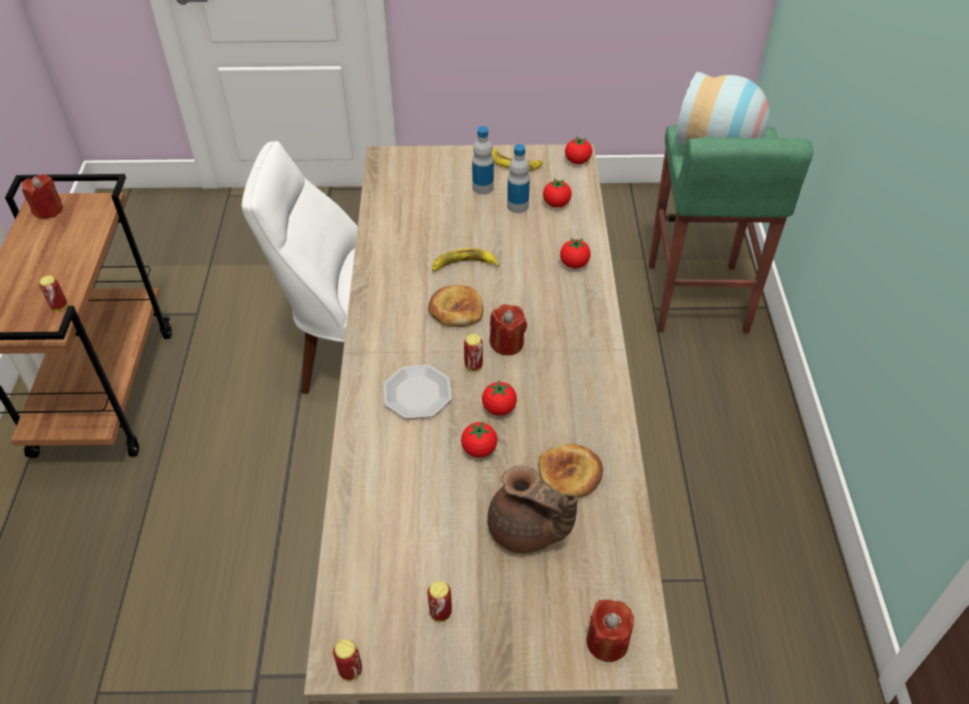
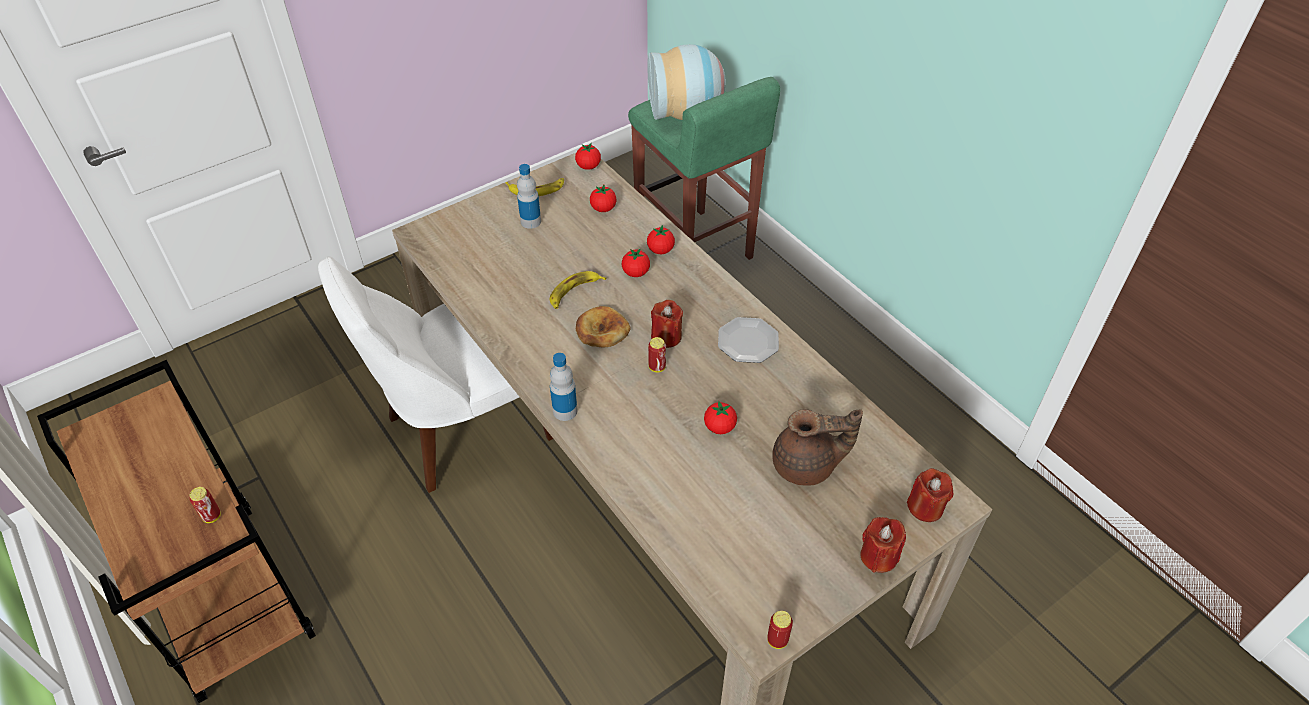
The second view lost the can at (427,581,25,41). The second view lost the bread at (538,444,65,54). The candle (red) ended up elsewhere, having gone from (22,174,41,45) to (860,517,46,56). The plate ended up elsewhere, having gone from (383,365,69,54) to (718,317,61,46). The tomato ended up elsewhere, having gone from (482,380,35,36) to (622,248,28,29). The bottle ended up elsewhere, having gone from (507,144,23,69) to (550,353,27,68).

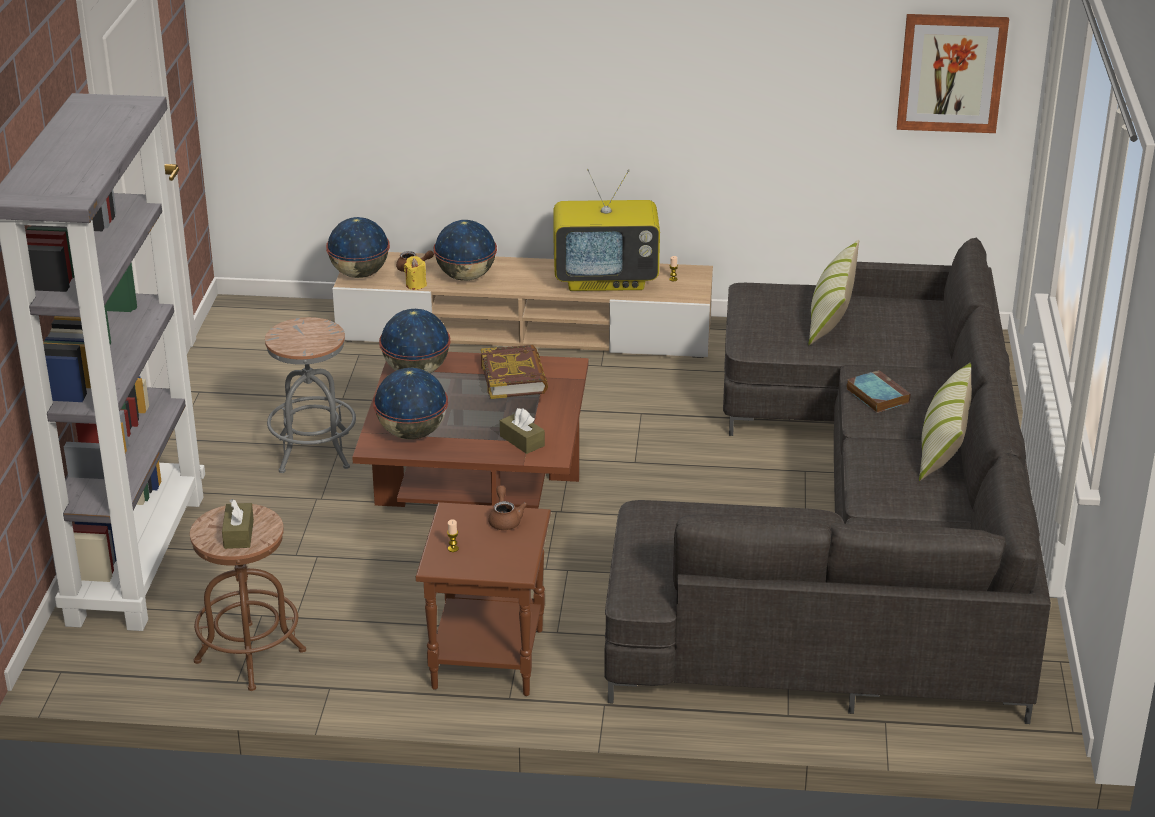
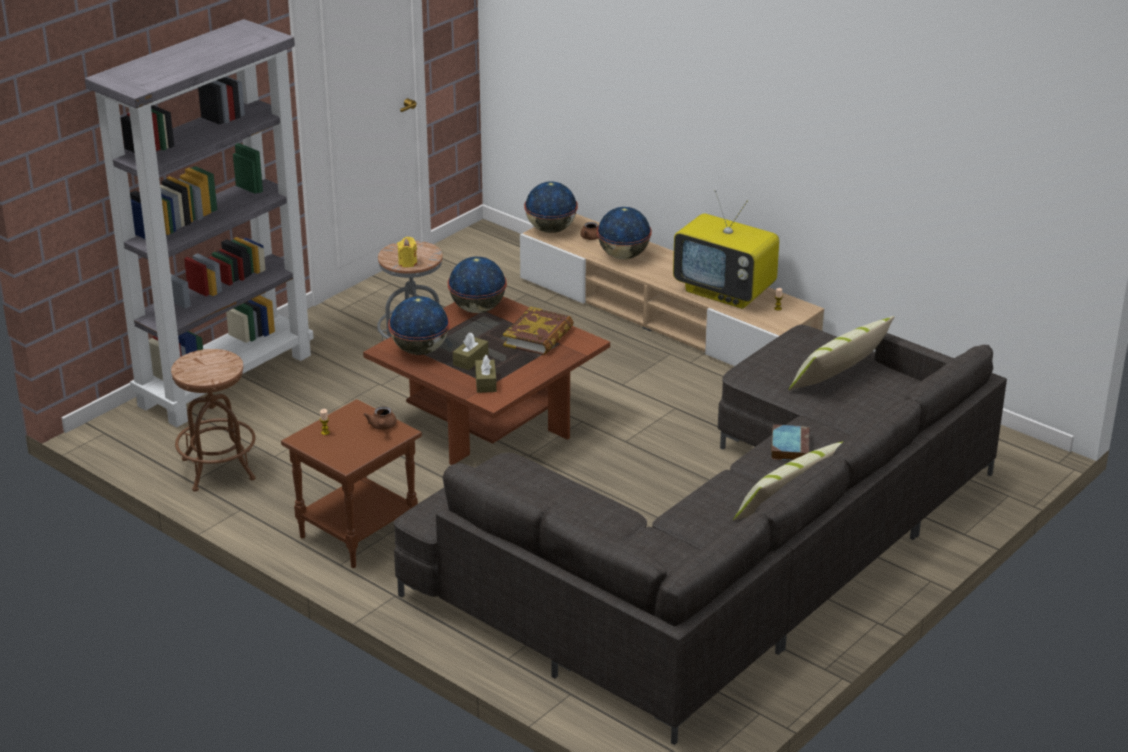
The second view lost the picture at (897,14,112,119). The tissue box (brown) ended up elsewhere, having gone from (222,499,32,50) to (453,333,36,37). The candle (yellow) ended up elsewhere, having gone from (404,256,23,34) to (397,237,20,31). The teapot (brown) at (488,485,39,45) ended up facing another way, 150 degrees clockwise from before.

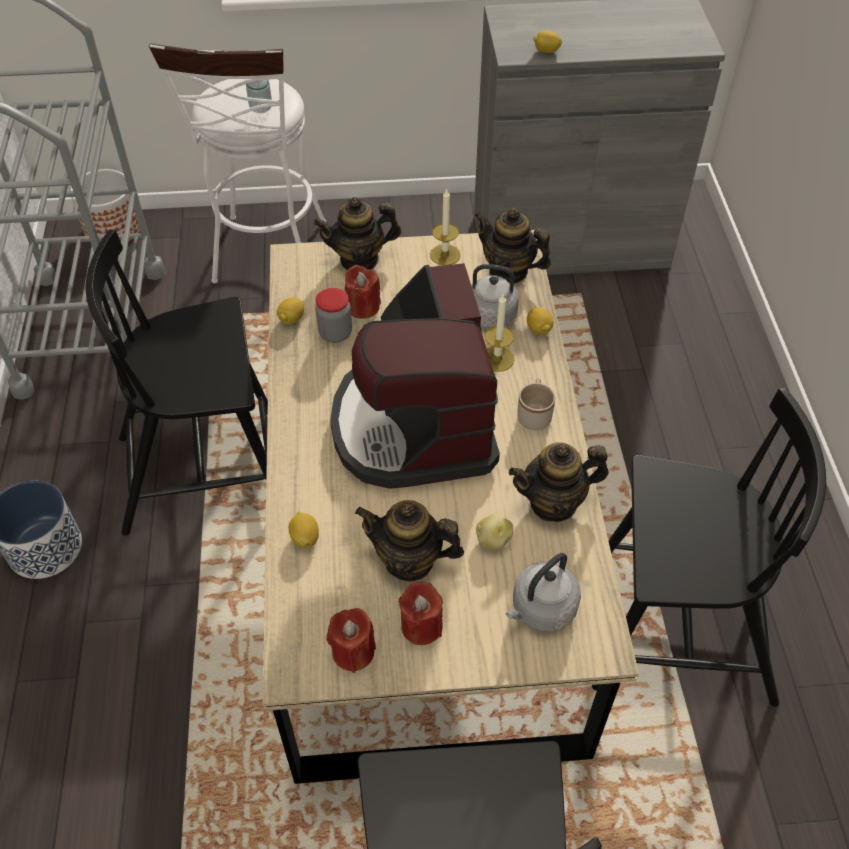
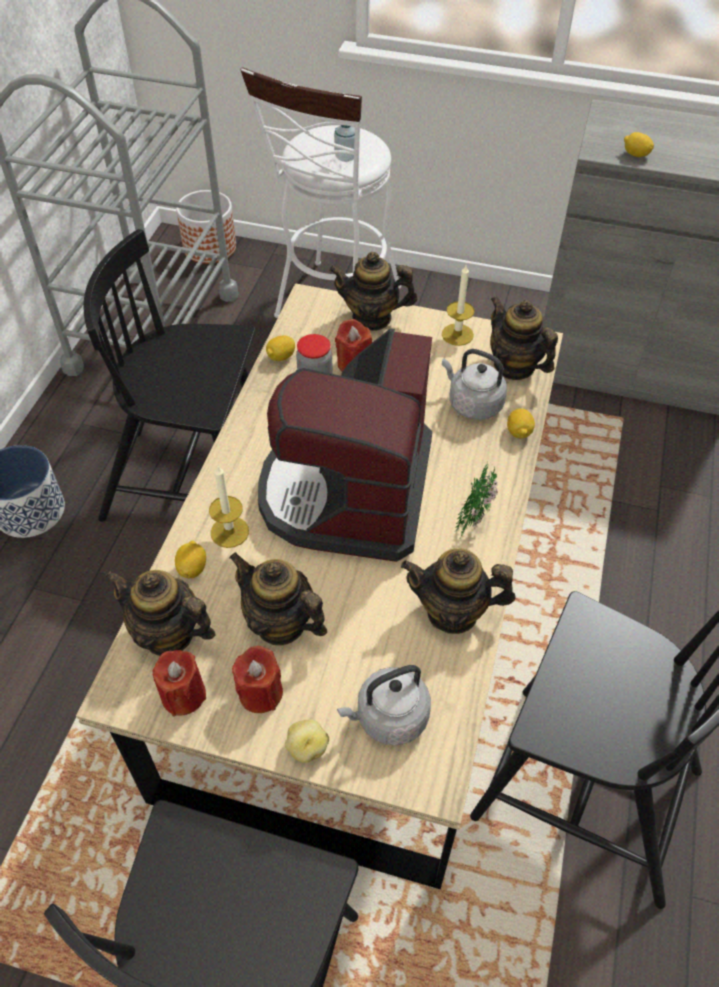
The second view gained the teapot at (105,570,111,86). The potato ended up elsewhere, having gone from (476,514,37,35) to (285,719,44,44). The candle ended up elsewhere, having gone from (485,295,29,77) to (209,466,40,82). Where the mug (beige) stood at (517,378,38,52), the potted plant came to stand at (455,462,43,75).

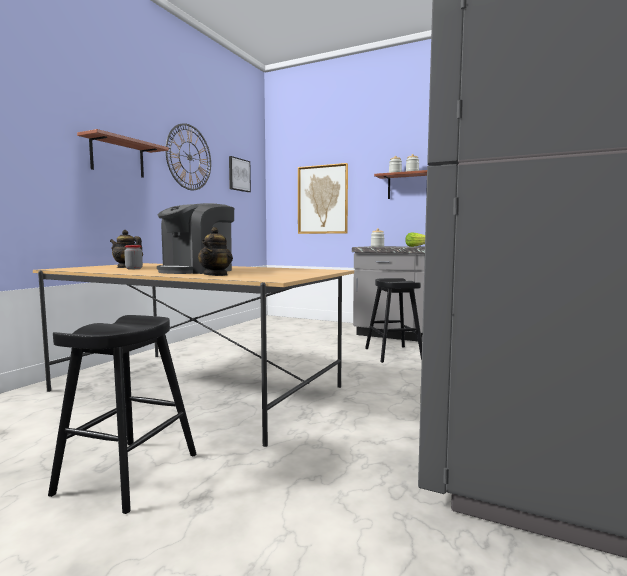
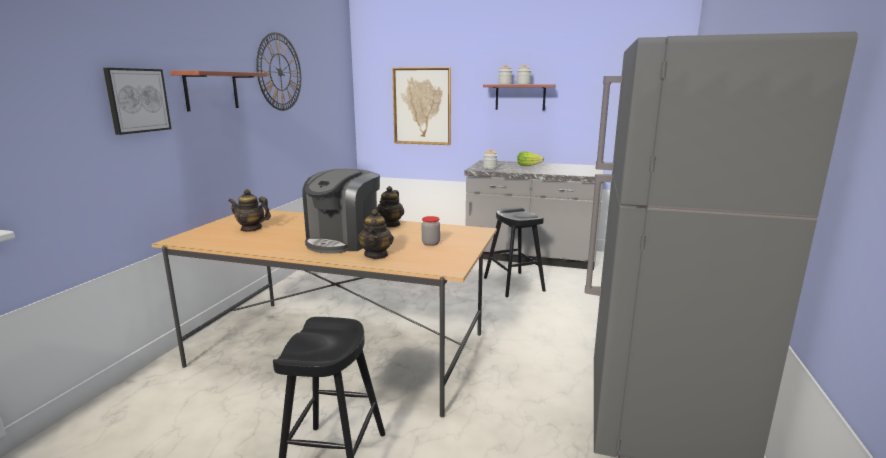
The second view gained the teapot at (377,186,27,41). The jar ended up elsewhere, having gone from (124,245,19,24) to (422,216,18,30). The picture ended up elsewhere, having gone from (229,156,22,36) to (103,68,69,67).

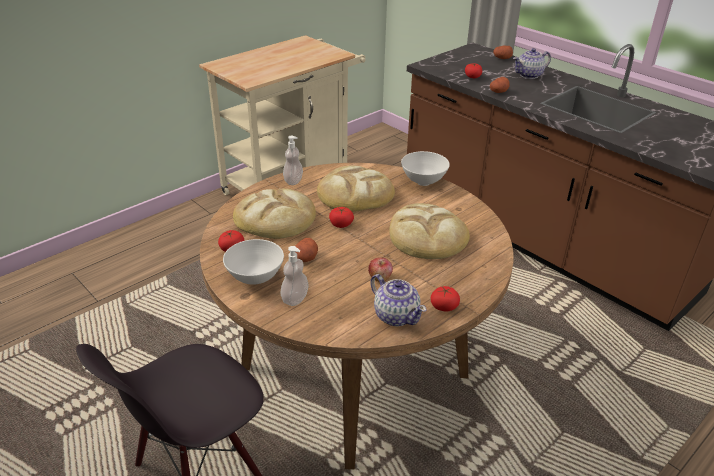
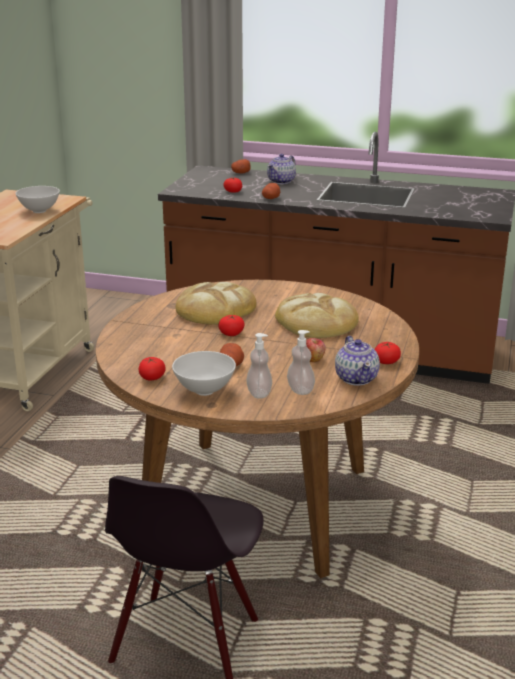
The second view lost the bread at (233,188,83,51). The soap dispenser ended up elsewhere, having gone from (283,135,20,50) to (287,330,28,65). The bowl (white) ended up elsewhere, having gone from (401,151,49,35) to (15,186,45,27). The teapot at (370,274,57,52) ended up facing another way, 60 degrees clockwise from before.

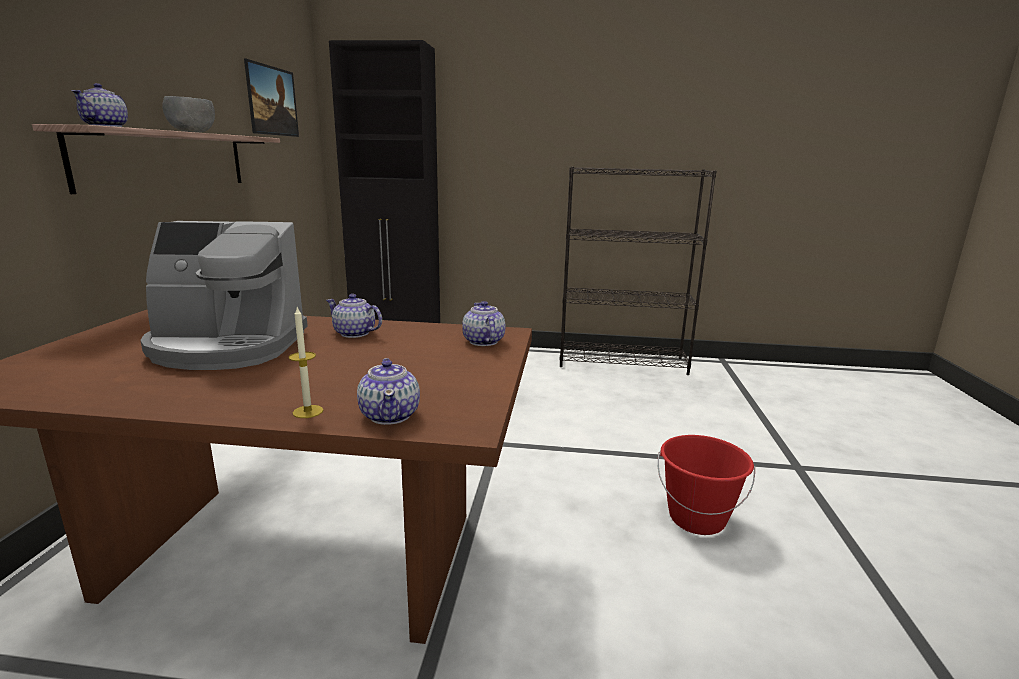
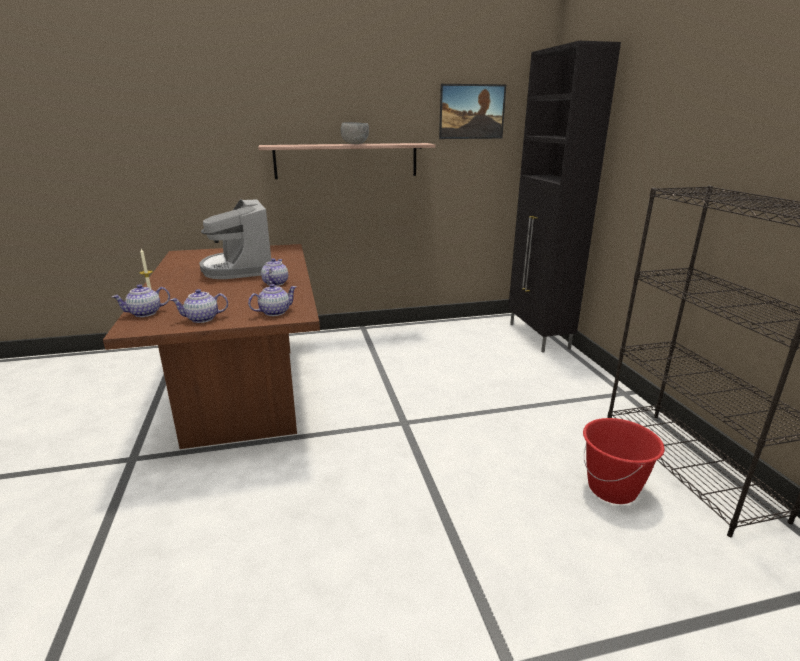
The teapot ended up elsewhere, having gone from (71,83,57,44) to (171,289,57,34). The bucket (red) ended up elsewhere, having gone from (658,435,97,100) to (583,418,81,86).

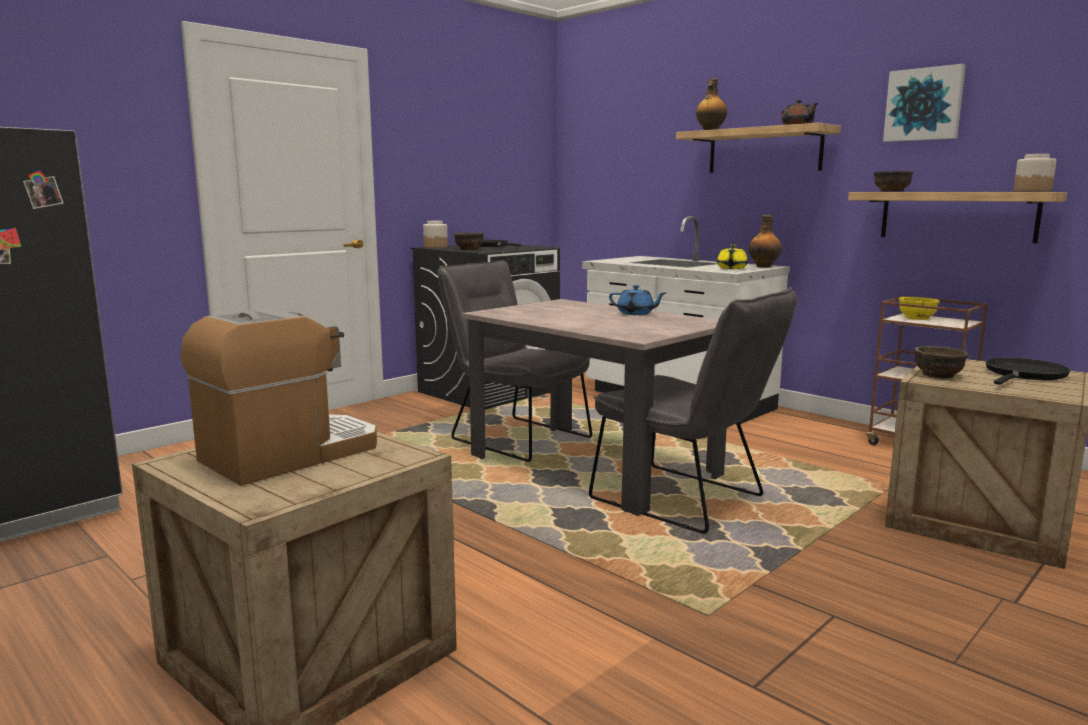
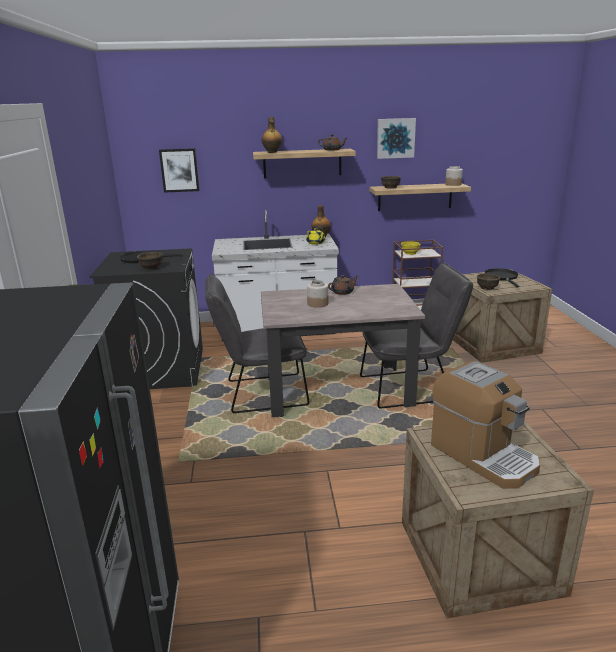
The second view gained the picture at (159,148,41,45). The jar ended up elsewhere, having gone from (423,221,25,27) to (307,280,21,28). What was the teapot (blue) at (609,285,57,30) turned into the teapot (brown) at (328,275,30,20). The coffee machine at (181,309,196,177) ended up facing another way, 150 degrees clockwise from before.

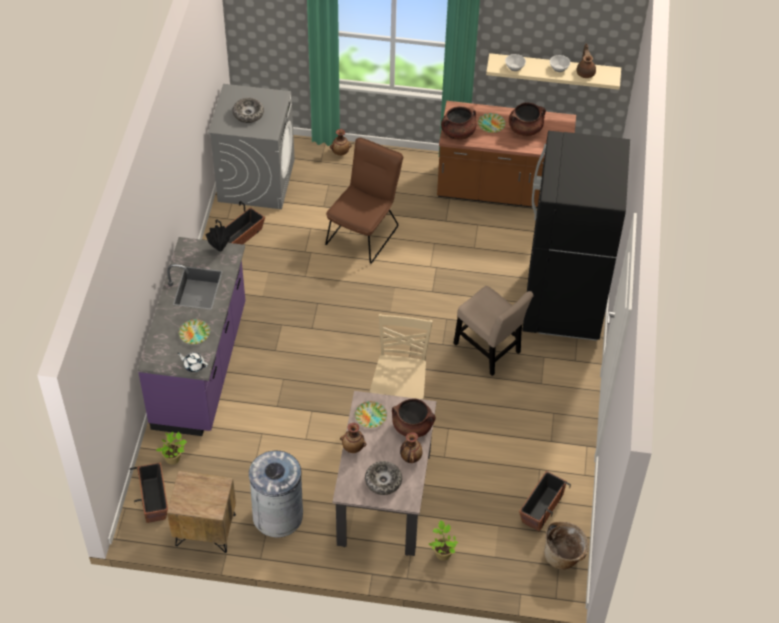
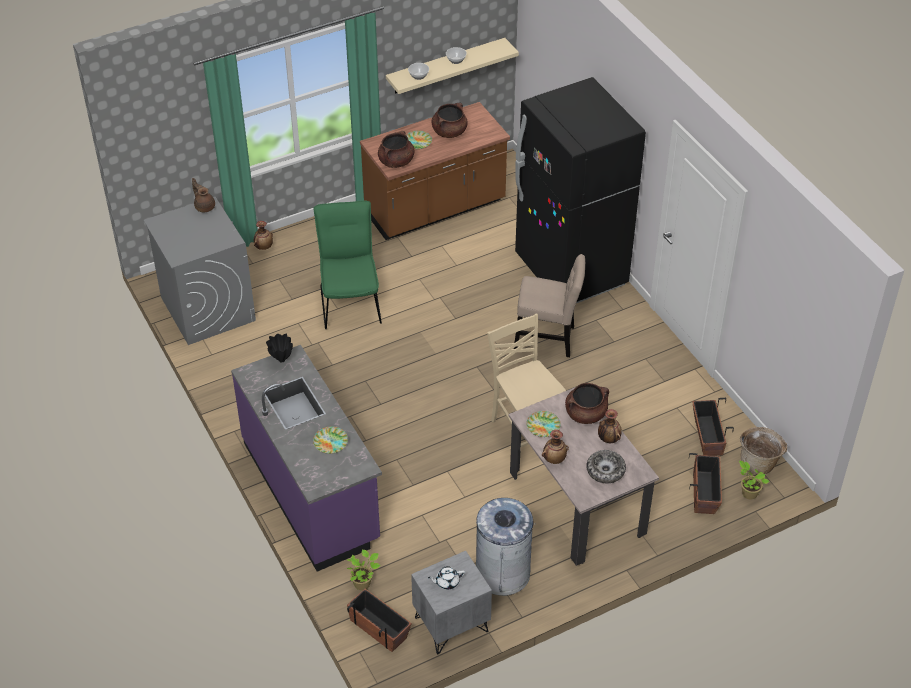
The second view lost the bowl at (233,98,31,25). The teapot (white) ended up elsewhere, having gone from (177,352,31,20) to (428,566,37,24). The planter ended up elsewhere, having gone from (215,201,50,43) to (689,453,33,61). The potted plant ended up elsewhere, having gone from (429,520,29,41) to (739,461,31,38). The teapot (brown) ended up elsewhere, having gone from (577,44,19,34) to (192,178,23,34). What was the nightstand (brown) at (167,471,69,82) turned into the nightstand (grey) at (411,551,81,103). What was the chair (brown) at (325,138,78,126) turned into the chair (green) at (313,200,69,129).

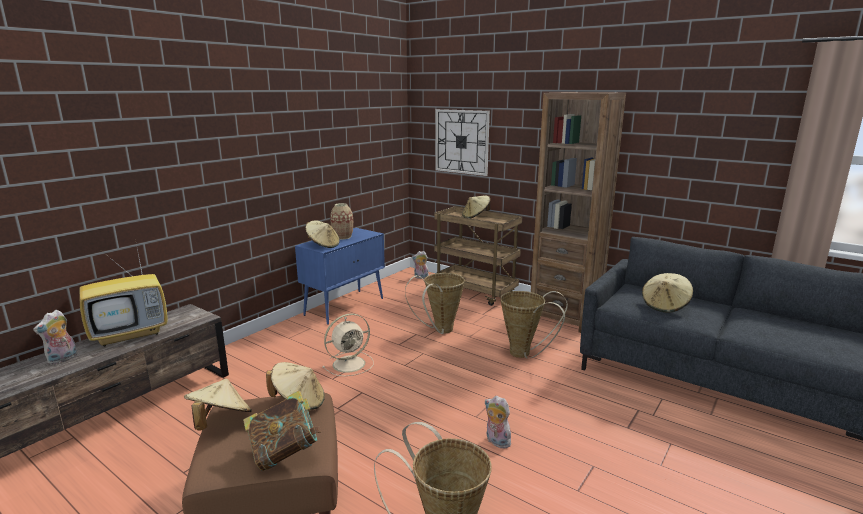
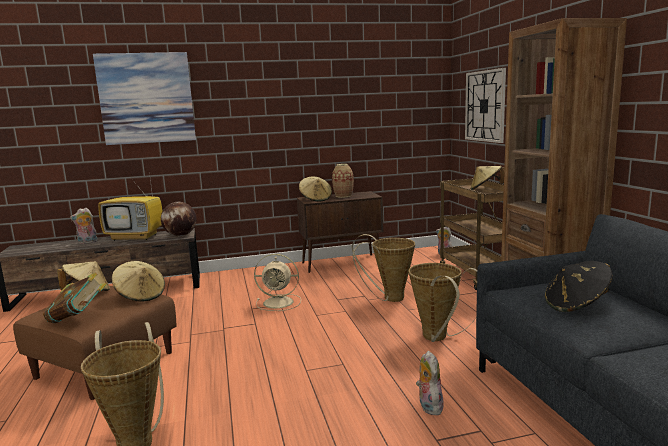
The second view gained the picture at (93,52,103,93). The second view gained the globe at (161,202,36,34). The plush toy ended up elsewhere, having gone from (485,396,26,53) to (416,351,28,64). What was the cabinet (blue) at (295,228,90,97) turned into the cabinet (brown) at (297,191,86,82). What was the hat (beige) at (642,273,51,40) turned into the hat (black) at (545,261,68,51).

